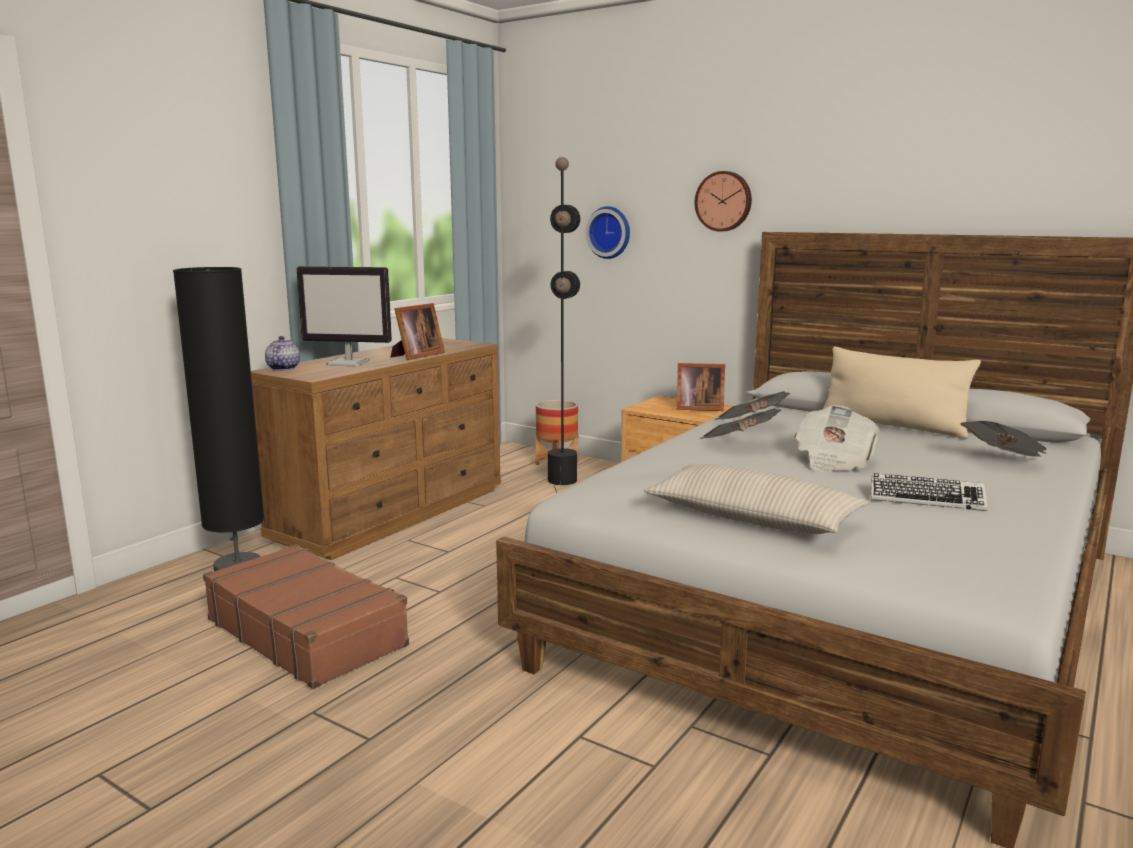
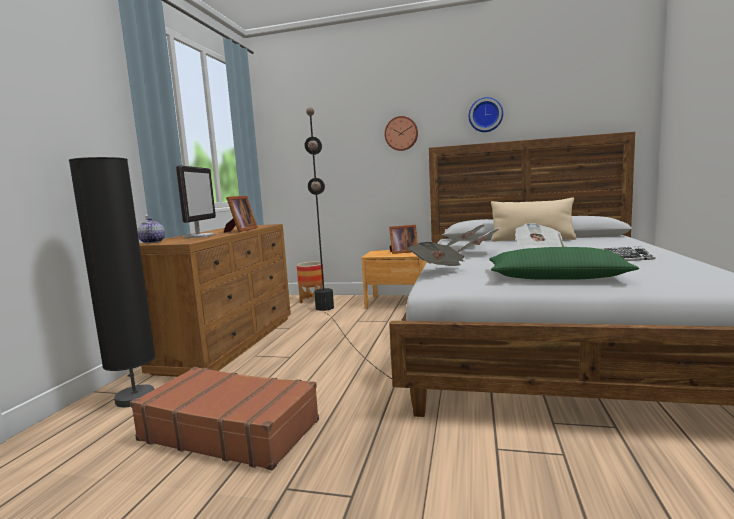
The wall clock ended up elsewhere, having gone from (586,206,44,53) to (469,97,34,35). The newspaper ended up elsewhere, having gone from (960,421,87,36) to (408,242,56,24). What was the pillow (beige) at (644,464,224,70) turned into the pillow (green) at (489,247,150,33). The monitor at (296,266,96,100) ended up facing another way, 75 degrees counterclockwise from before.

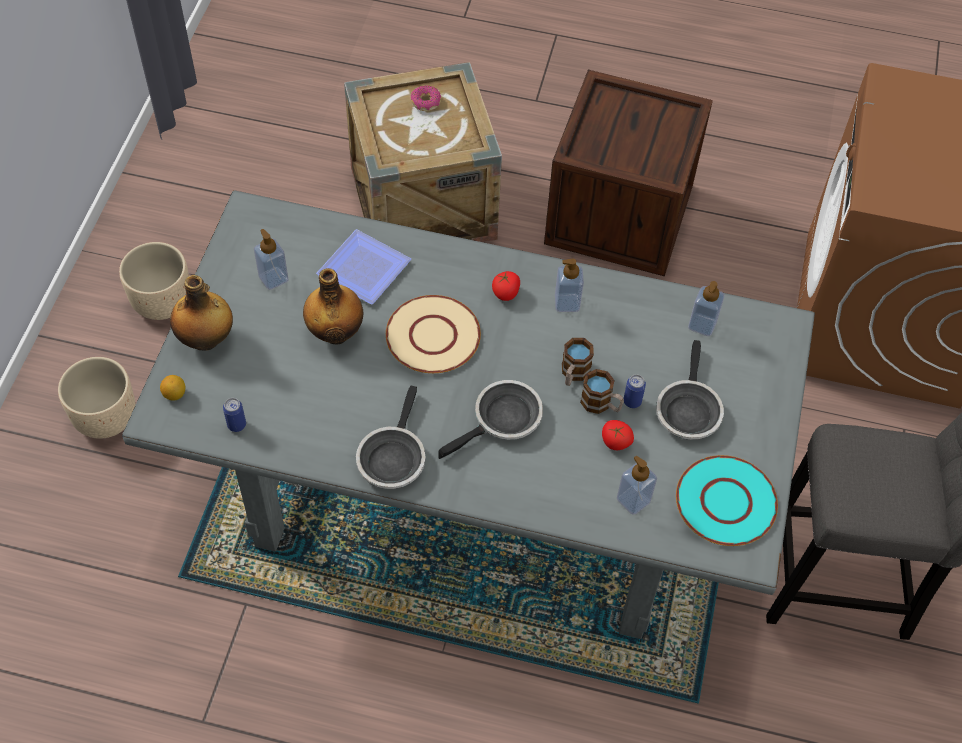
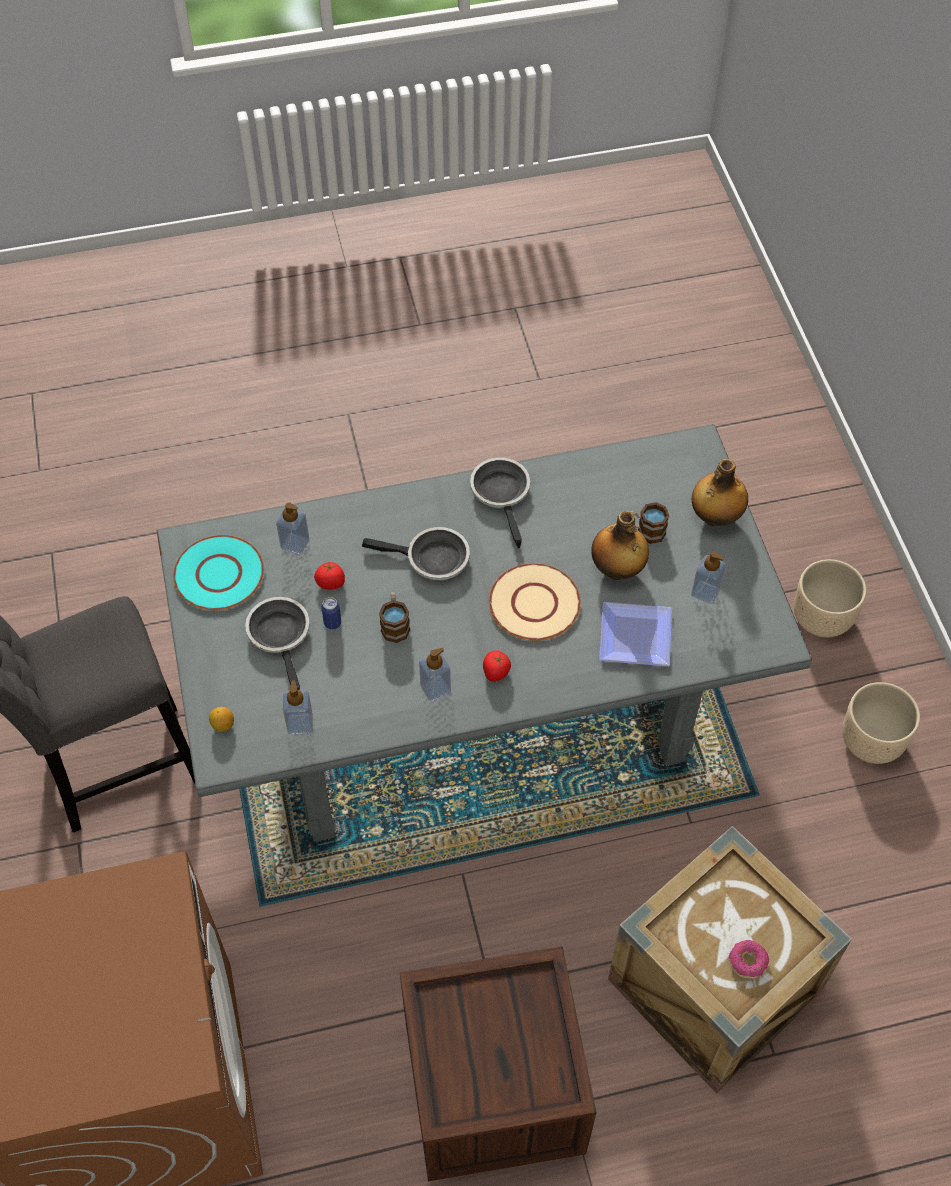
The second view lost the can at (223,398,23,34). The lemon ended up elsewhere, having gone from (160,375,25,26) to (209,707,25,25). The mug ended up elsewhere, having gone from (580,369,44,45) to (629,502,40,42). The frying pan at (439,380,104,79) ended up facing another way, 105 degrees counterclockwise from before.

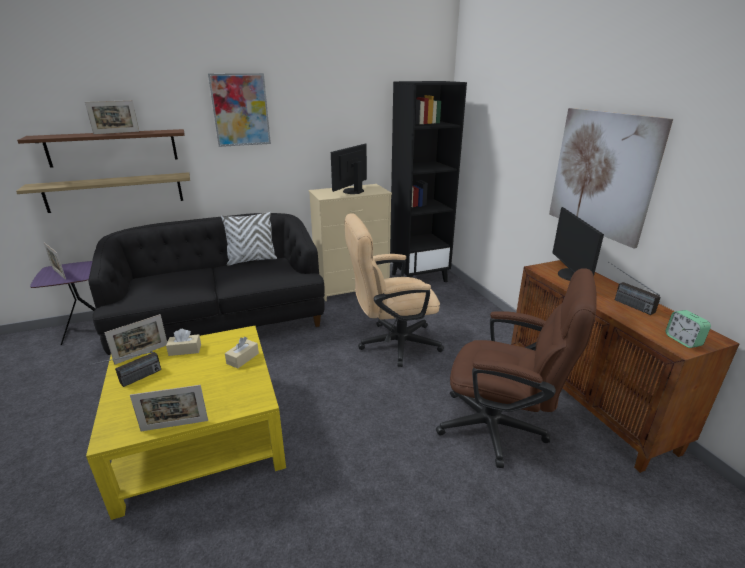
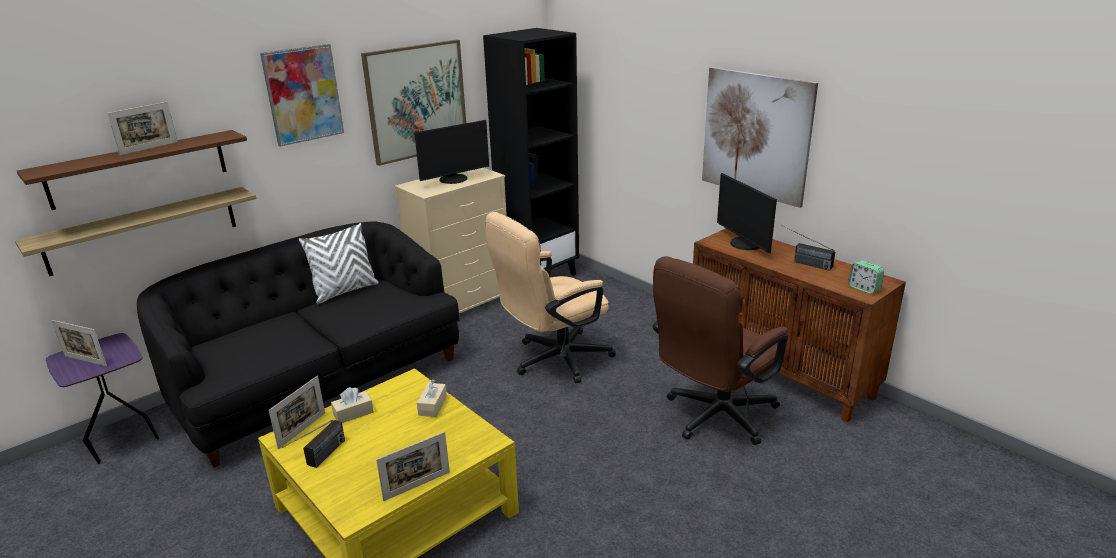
The second view gained the picture at (361,40,105,126). The monitor at (331,143,36,51) ended up facing another way, 135 degrees counterclockwise from before. The office chair (brown) at (436,268,161,200) ended up facing another way, 135 degrees clockwise from before.

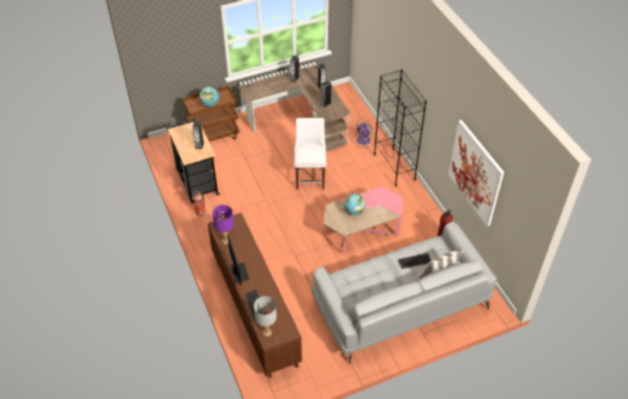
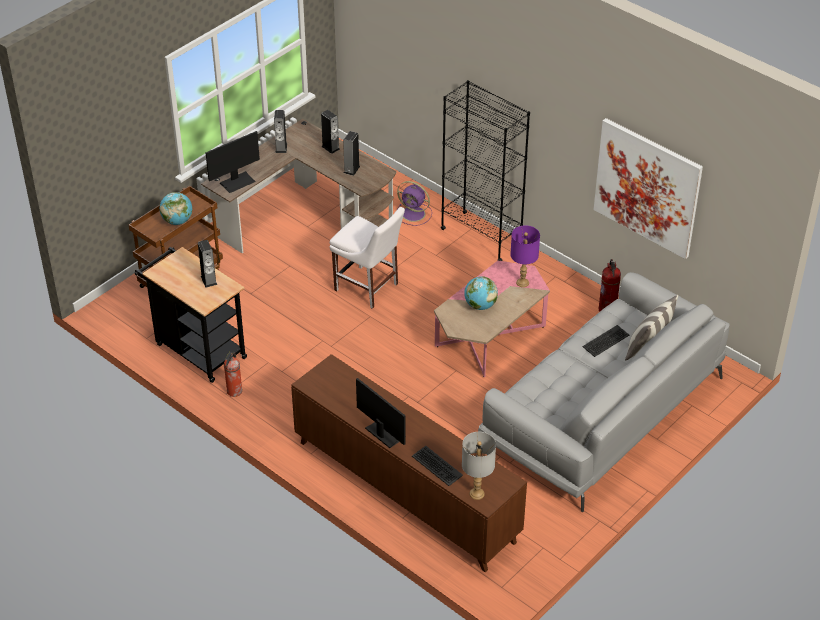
The second view gained the monitor at (206,131,54,62). The table lamp (purple) ended up elsewhere, having gone from (212,205,22,40) to (510,225,30,62). The chair (white) at (294,118,32,72) ended up facing another way, 150 degrees clockwise from before.

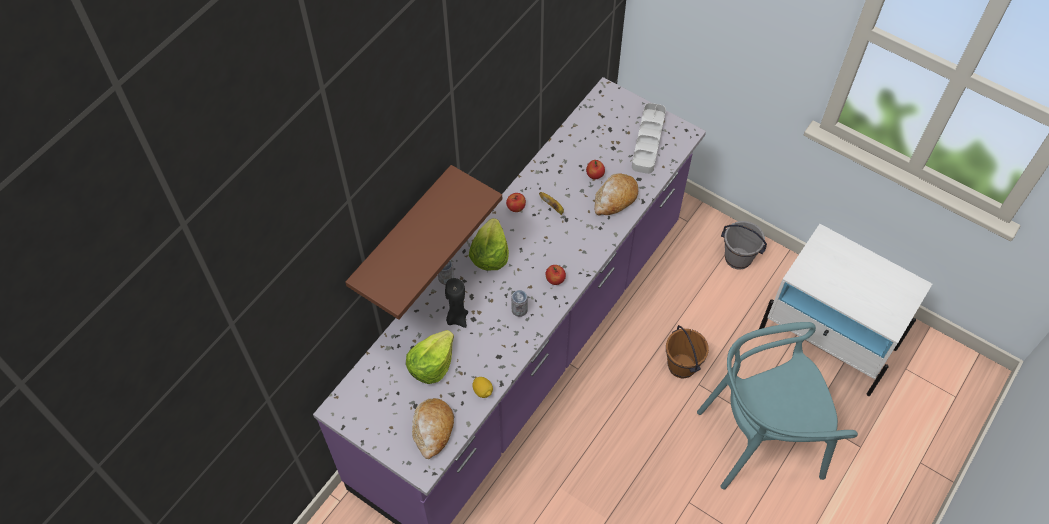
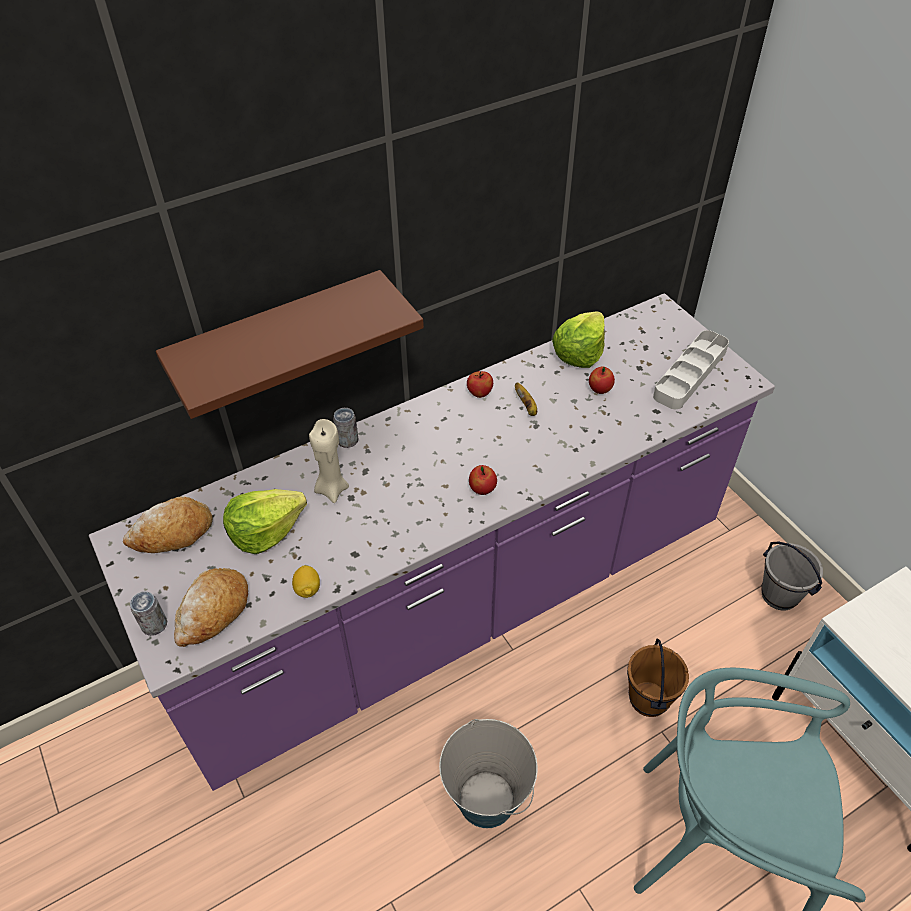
The second view gained the bucket at (439,719,99,109). The lettuce ended up elsewhere, having gone from (469,218,40,53) to (552,311,53,57). The can ended up elsewhere, having gone from (511,290,17,27) to (130,591,37,45). The bread ended up elsewhere, having gone from (594,173,44,43) to (123,496,90,57). What was the candle (black) at (445,278,23,50) turned into the candle (beige) at (309,419,40,84).

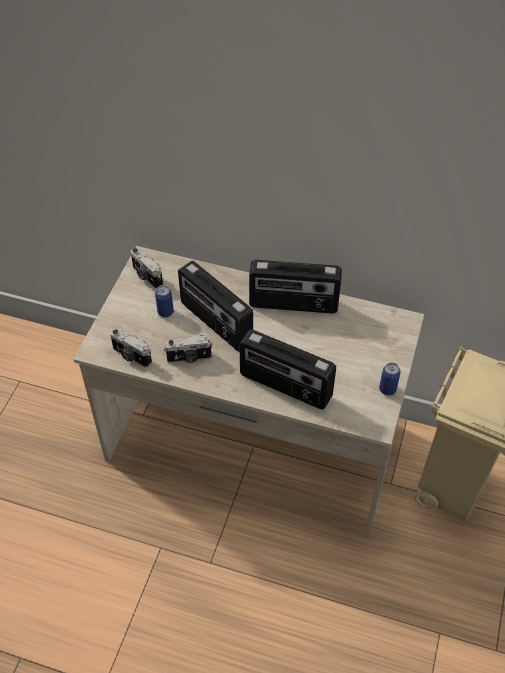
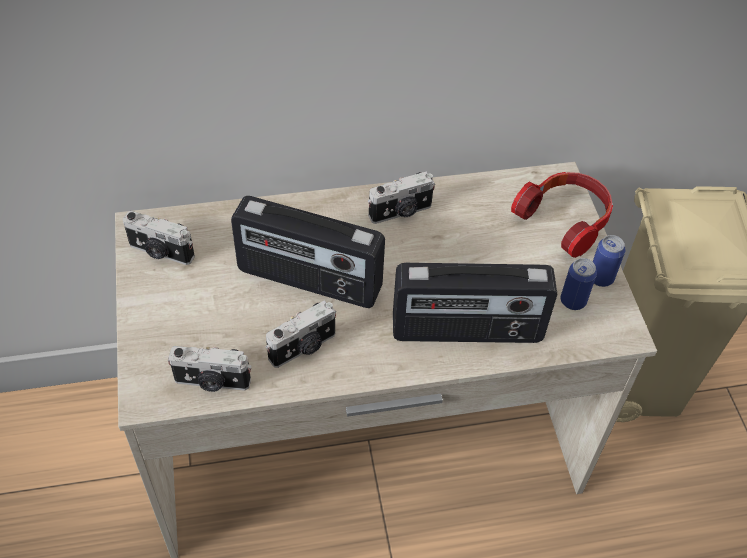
The second view gained the headphones at (511,172,102,86). The can ended up elsewhere, having gone from (155,285,19,32) to (561,258,36,52). Where the radio stood at (249,260,93,53), the photo camera came to stand at (368,171,67,53).

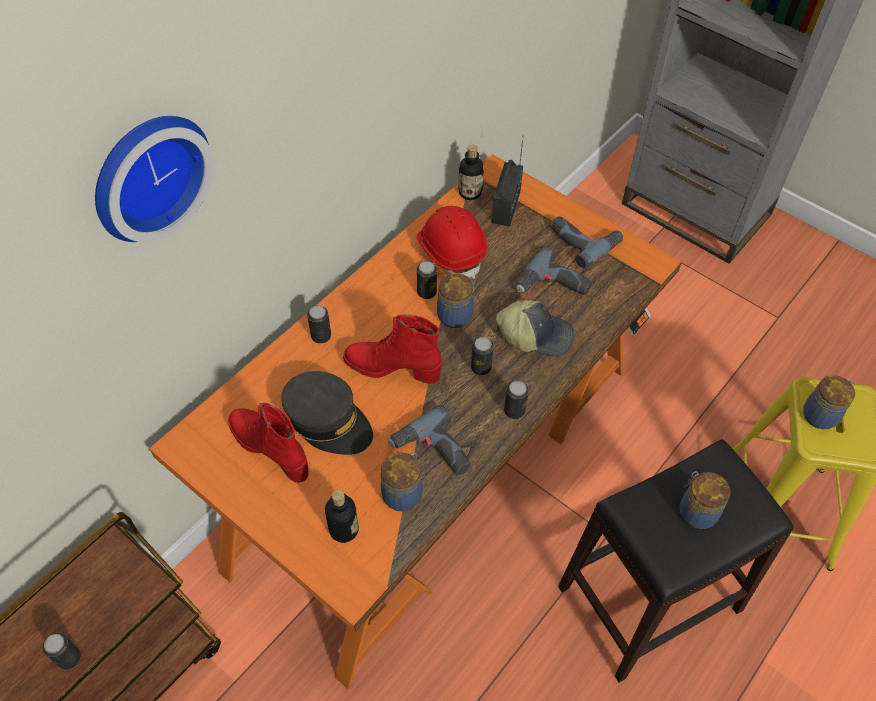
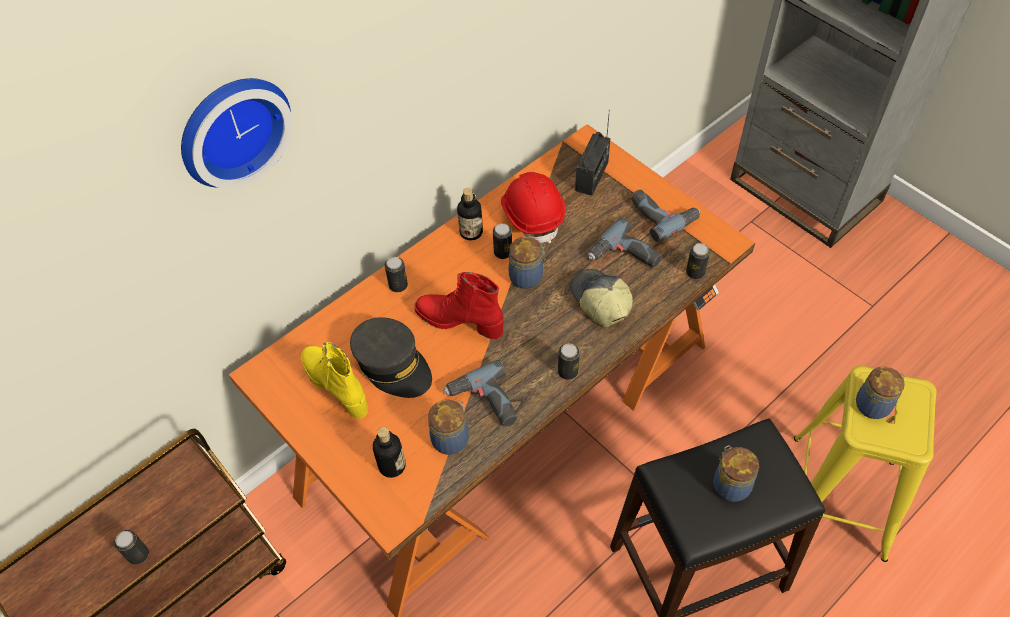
The bottle ended up elsewhere, having gone from (458,145,26,55) to (457,188,26,52). The can ended up elsewhere, having gone from (471,337,23,38) to (686,243,24,36). What was the boot (red) at (228,403,81,80) turned into the boot (yellow) at (301,342,67,77). The cap at (496,300,78,57) ended up facing another way, 135 degrees counterclockwise from before.

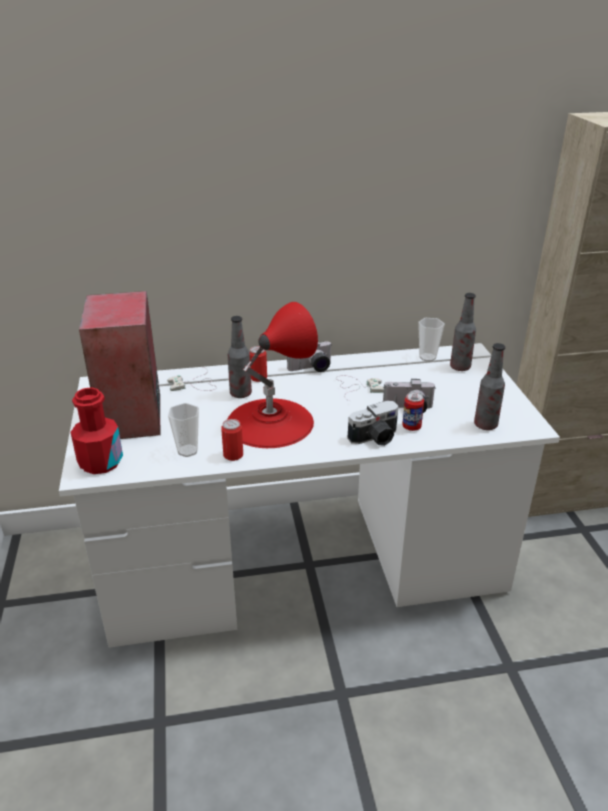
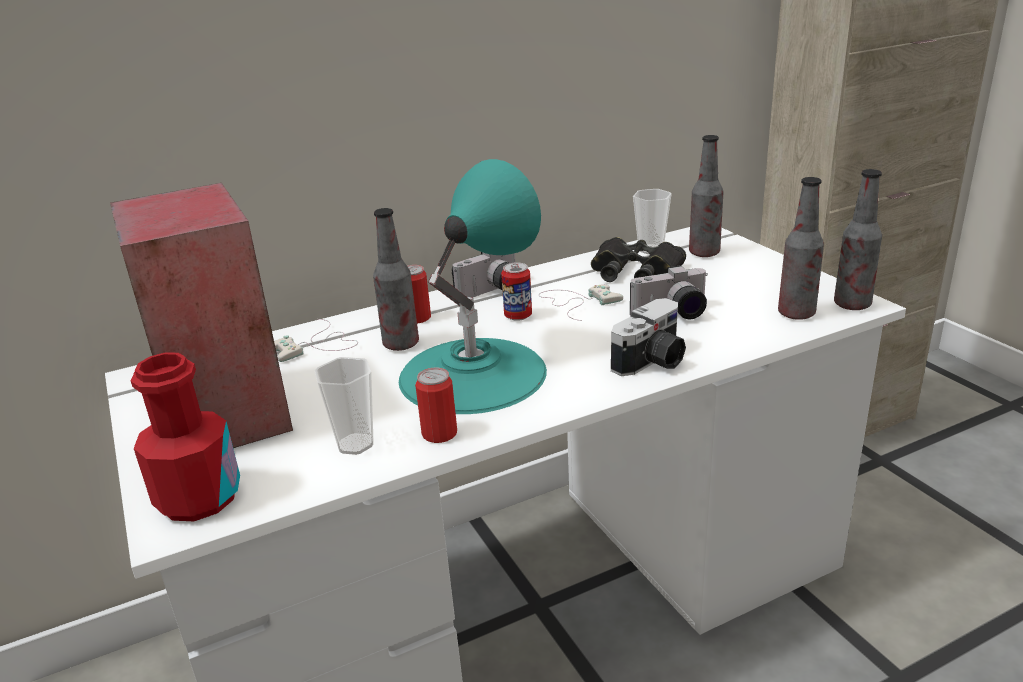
The second view gained the binoculars (black) at (591,237,95,45). The second view gained the bottle at (834,169,48,141). The can ended up elsewhere, having gone from (402,392,22,39) to (501,262,31,59). What was the table lamp (red) at (227,302,91,146) turned into the table lamp (turquoise) at (399,159,148,255).

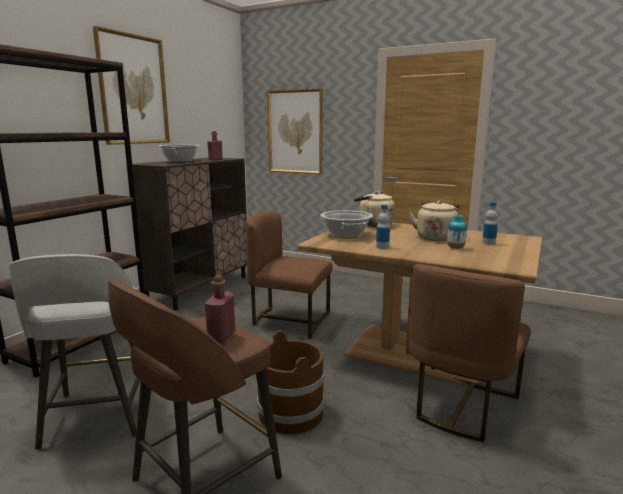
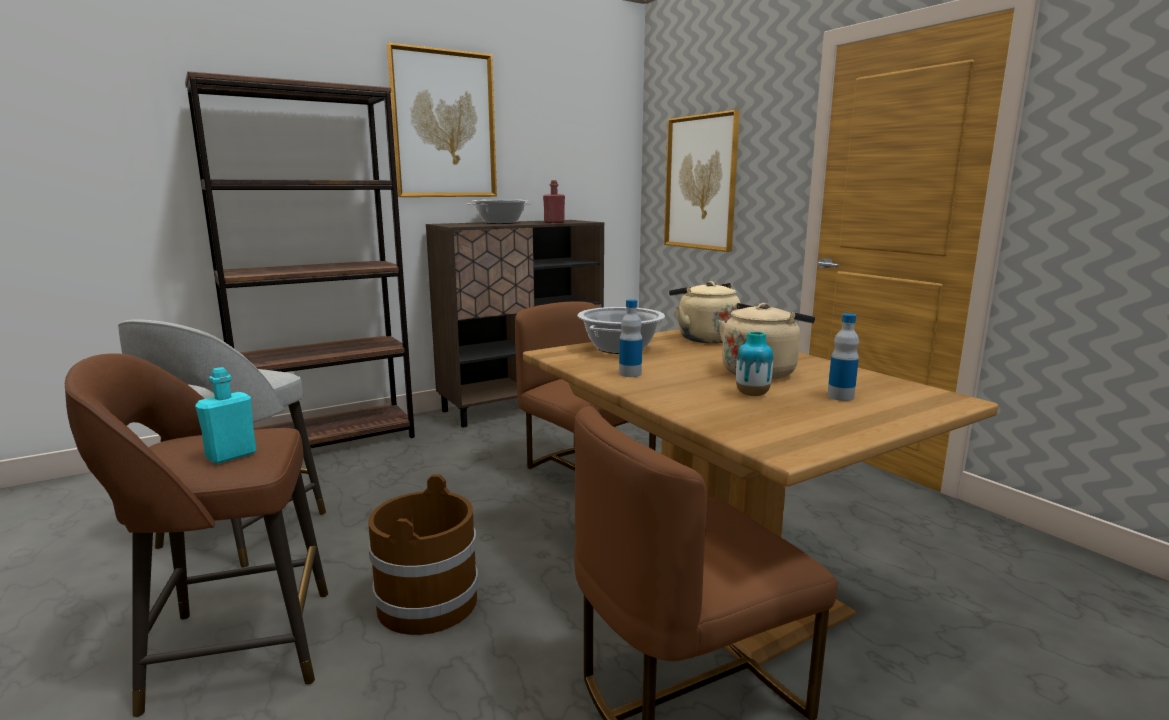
What was the bottle (red) at (205,275,30,68) turned into the bottle (turquoise) at (195,367,61,97).

